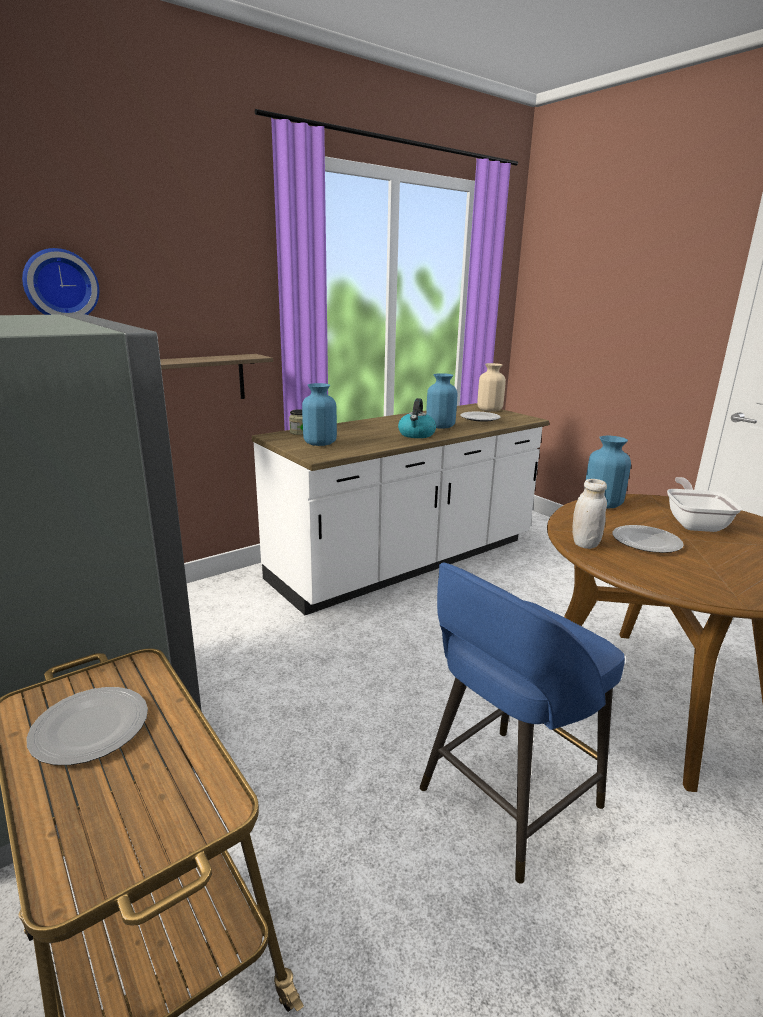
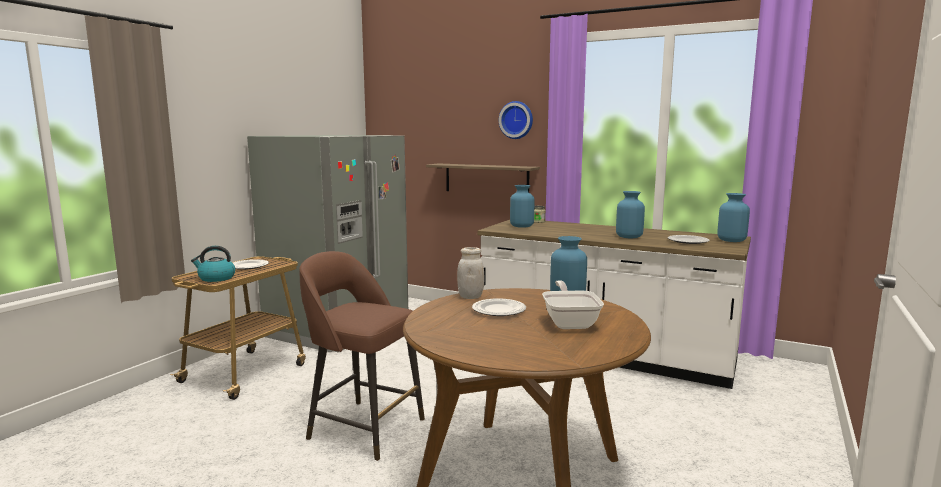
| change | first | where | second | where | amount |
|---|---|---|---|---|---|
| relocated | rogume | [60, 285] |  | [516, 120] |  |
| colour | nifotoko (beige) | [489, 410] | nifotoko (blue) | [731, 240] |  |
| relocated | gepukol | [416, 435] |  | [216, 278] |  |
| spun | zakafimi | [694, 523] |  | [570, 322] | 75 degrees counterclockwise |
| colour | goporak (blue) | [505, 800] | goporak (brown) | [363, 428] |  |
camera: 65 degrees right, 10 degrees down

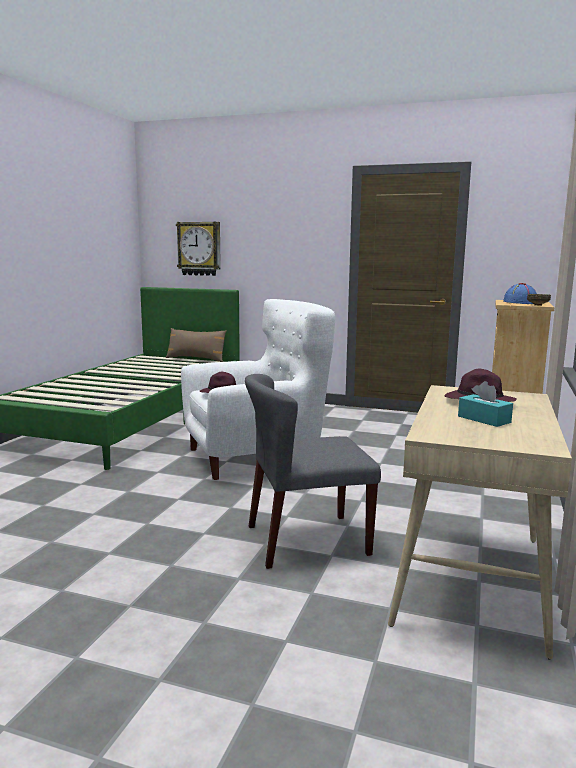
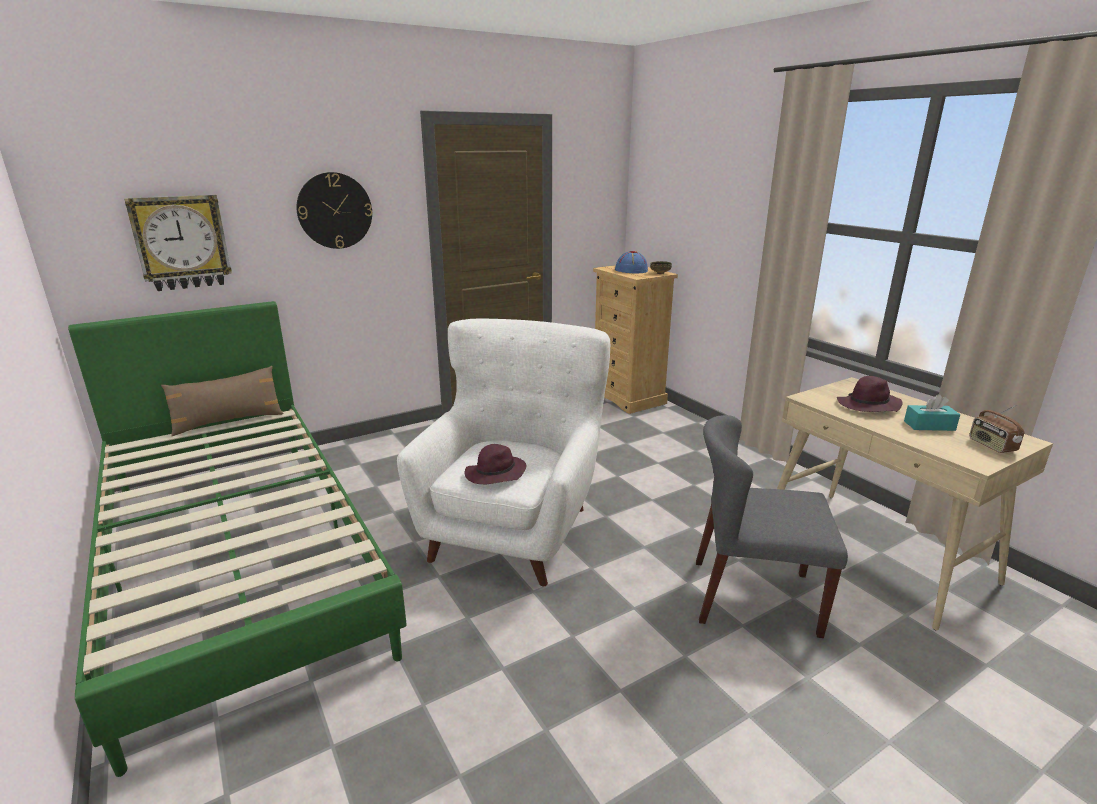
| change | first | where | second | where | amount |
|---|---|---|---|---|---|
| spun | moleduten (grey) | [306, 540] |  | [753, 597] | 75 degrees clockwise |
| appeared |  |  | rogume | [335, 211] |  |
| appeared |  |  | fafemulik | [991, 446] |  |
camera: 50 degrees left, 10 degrees up

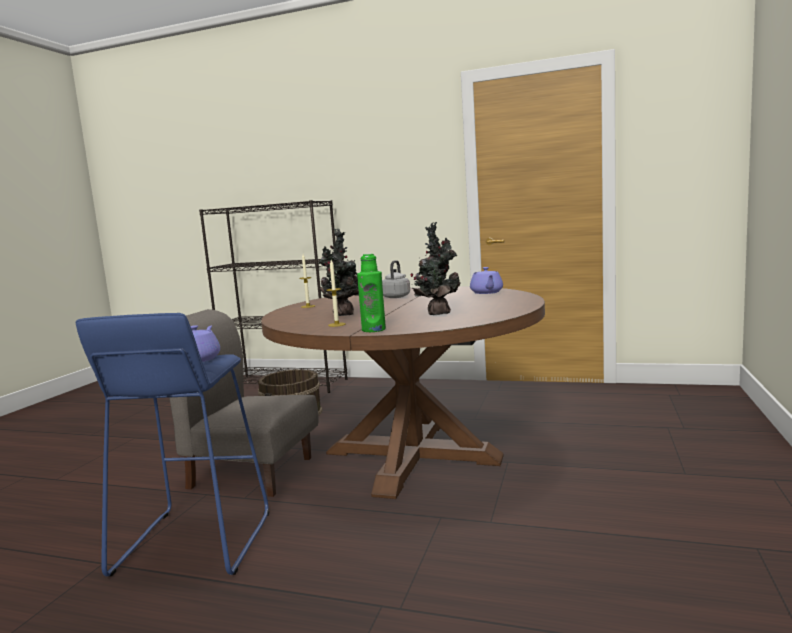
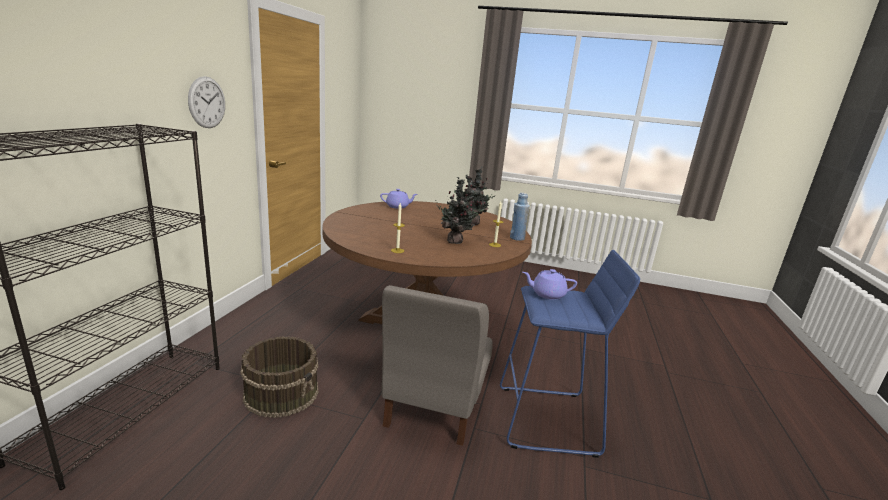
| change | first | where | second | where | amount |
|---|---|---|---|---|---|
| colour | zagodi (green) | [373, 330] | zagodi (blue) | [517, 238] |  |
| missing | gepukol (grey) | [396, 296] |  |  |  |
| appeared |  |  | rogume | [207, 102] |  |
camera: 95 degrees left, 10 degrees up

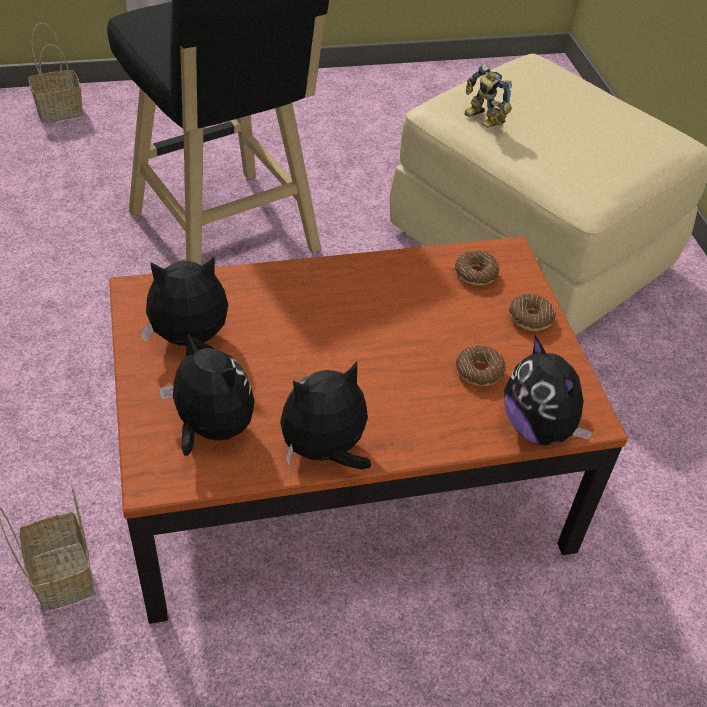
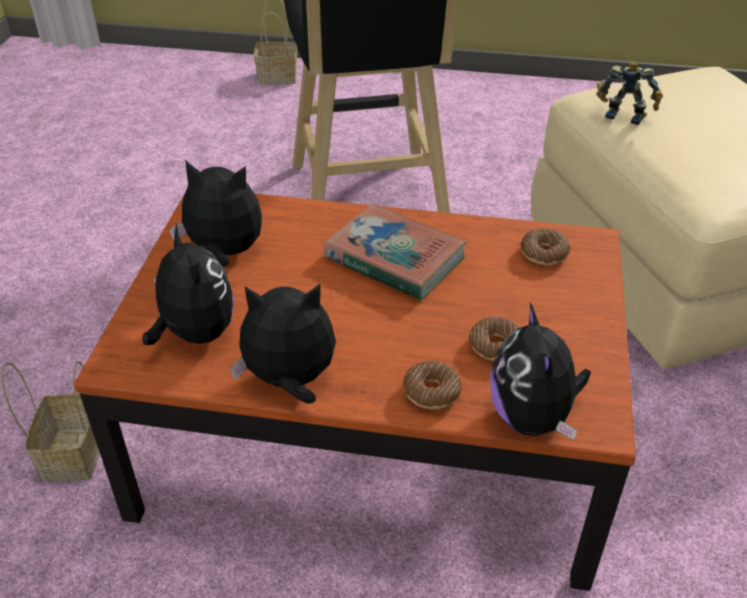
| change | first | where | second | where | amount |
|---|---|---|---|---|---|
| spun | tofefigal | [481, 120] |  | [624, 114] | 135 degrees clockwise |
| relocated | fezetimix | [530, 318] |  | [431, 392] |  |
| appeared |  |  | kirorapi | [394, 258] |  |
camera: 25 degrees right, 5 degrees down

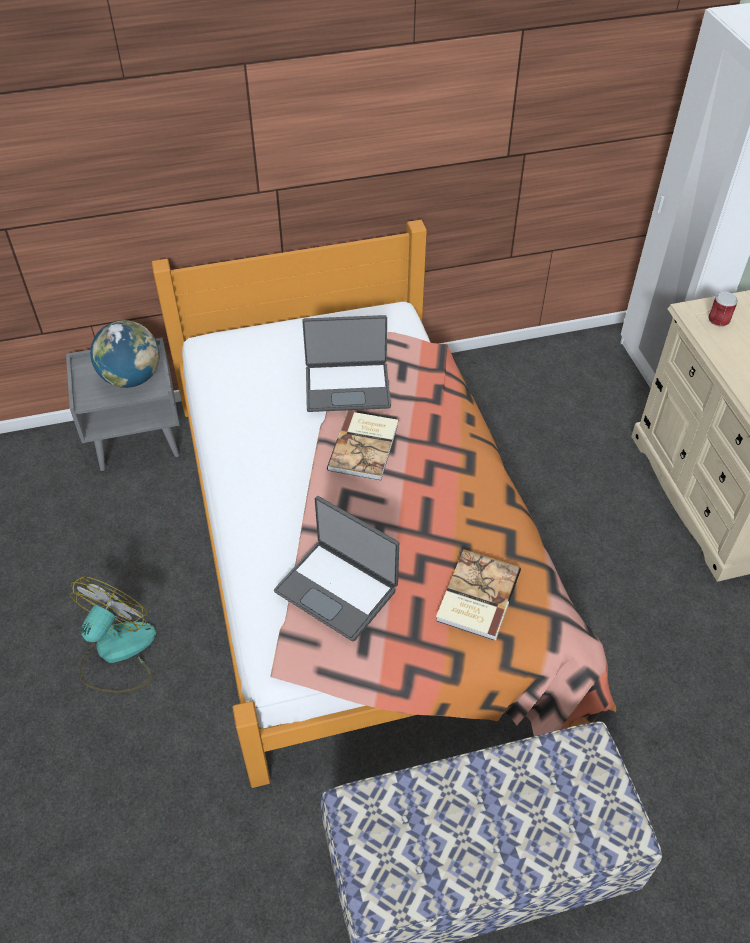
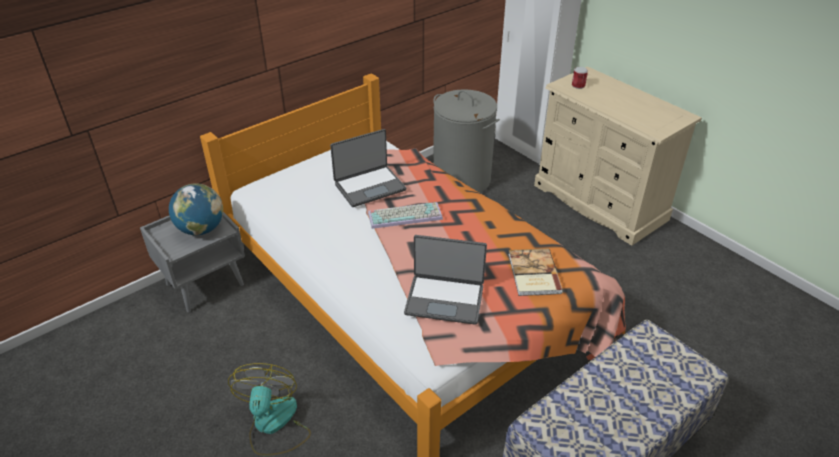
| change | first | where | second | where | amount |
|---|---|---|---|---|---|
| exchanged | kirorapi | [365, 447] | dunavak | [406, 215] |  |
| appeared |  |  | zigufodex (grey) | [462, 179] |  |
camera: 25 degrees left, 10 degrees down

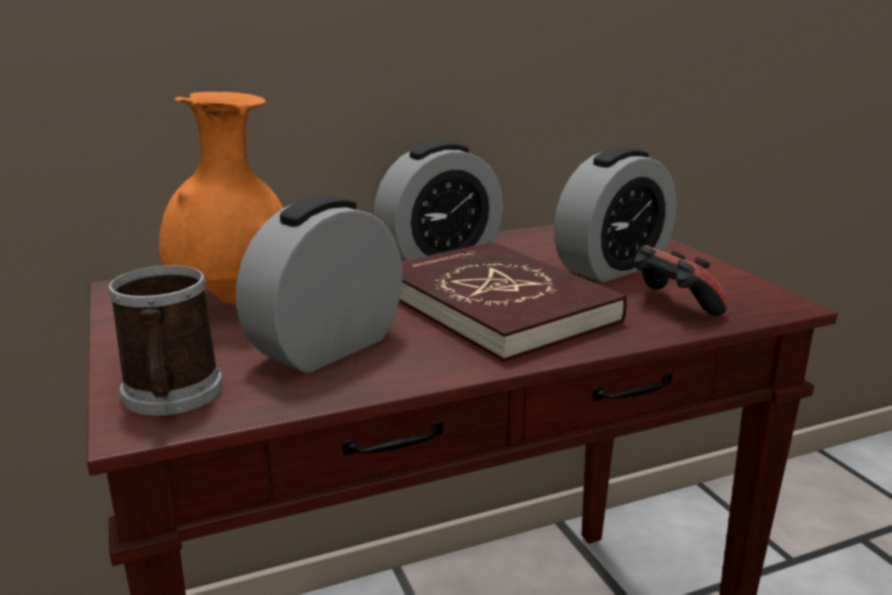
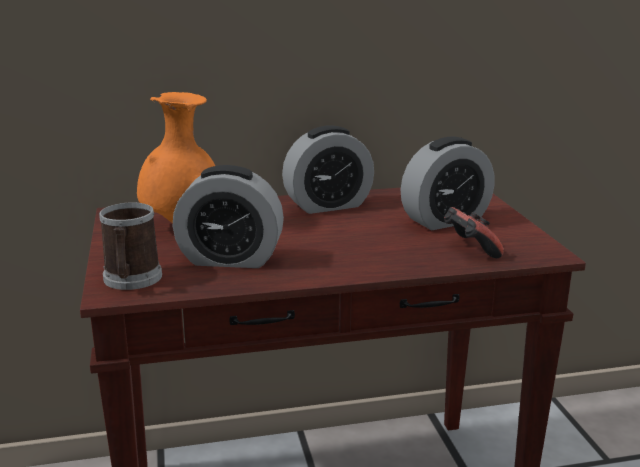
| change | first | where | second | where | amount |
|---|---|---|---|---|---|
| spun | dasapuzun | [327, 347] |  | [230, 259] | 135 degrees counterclockwise |
| missing | kirorapi (red) | [497, 305] |  |  |  |
camera: 10 degrees right, 0 degrees up

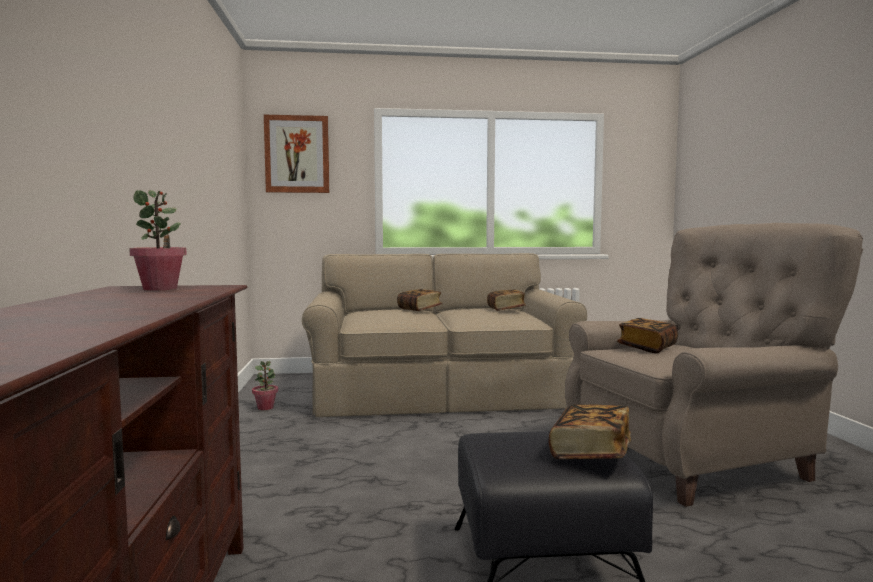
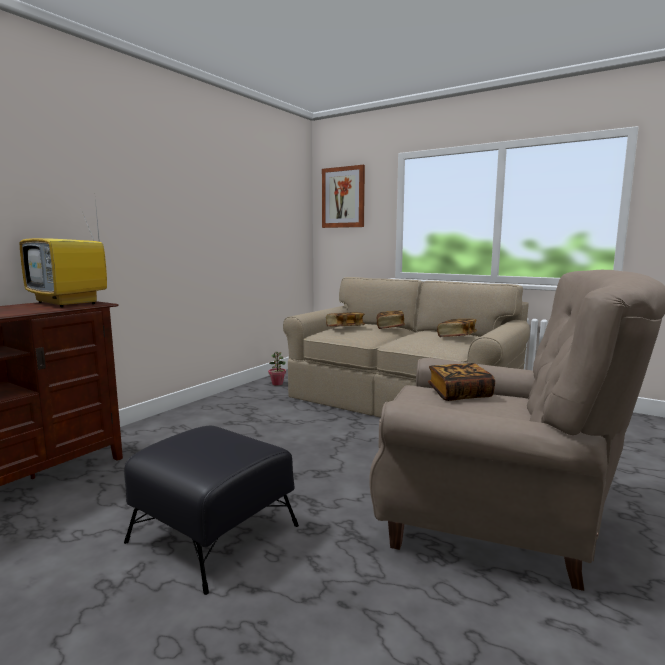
| change | first | where | second | where | amount |
|---|---|---|---|---|---|
| exchanged | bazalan | [160, 289] | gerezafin | [69, 303] |  |
| relocated | kirorapi | [590, 452] |  | [345, 328] |  |
camera: 40 degrees right, 5 degrees up

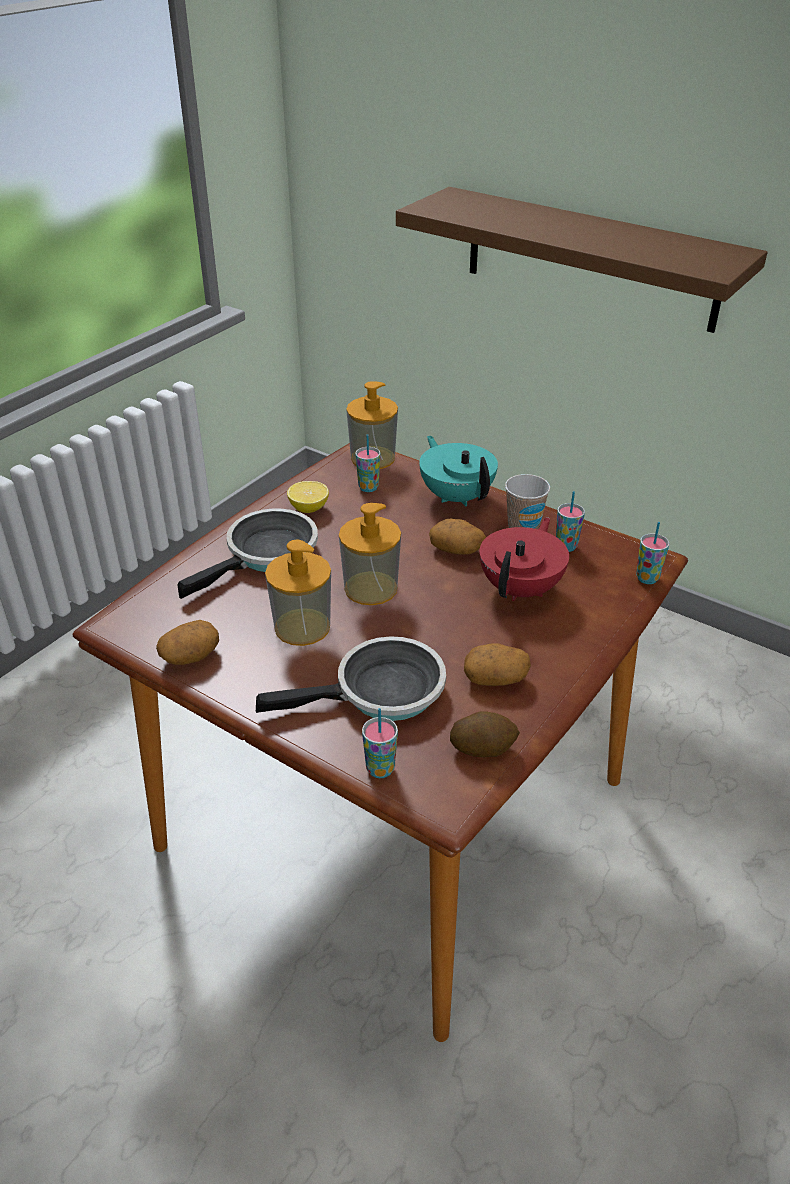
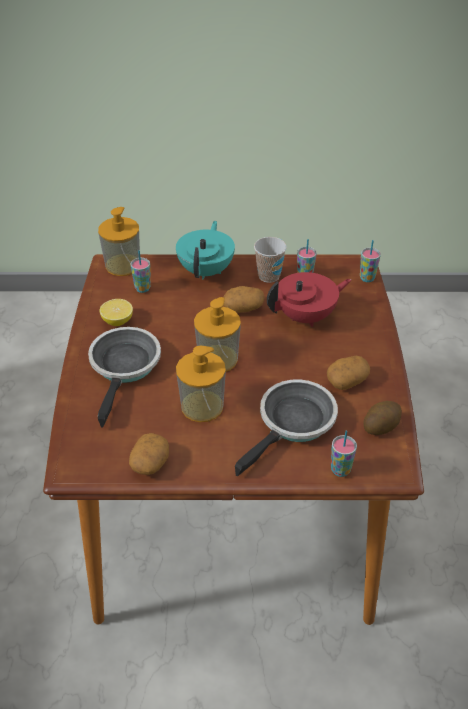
| change | first | where | second | where | amount |
|---|---|---|---|---|---|
| missing | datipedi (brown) | [590, 259] |  |  |  |
| spun | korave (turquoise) | [456, 496] |  | [206, 270] | 75 degrees clockwise |
| spun | korave (red) | [521, 589] |  | [306, 317] | 75 degrees clockwise |
camera: 35 degrees left, 5 degrees up

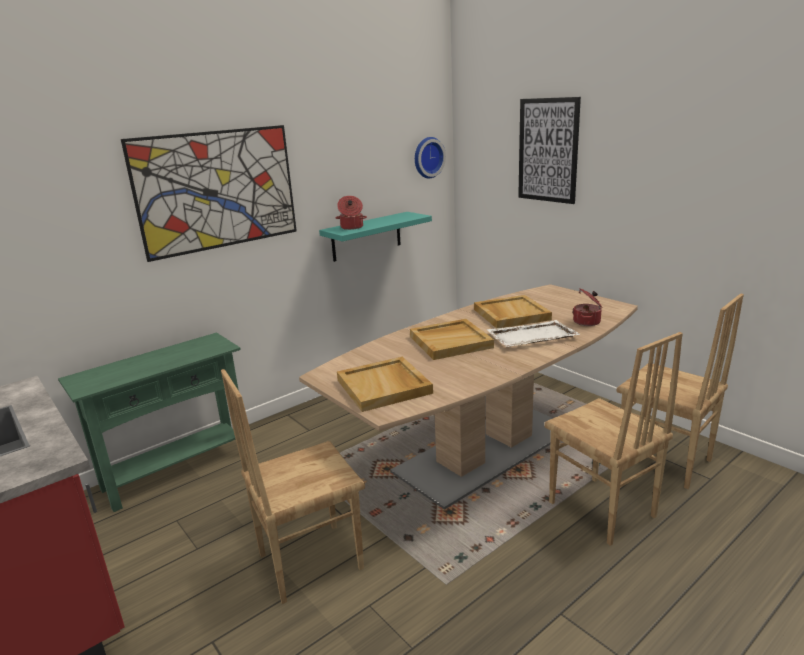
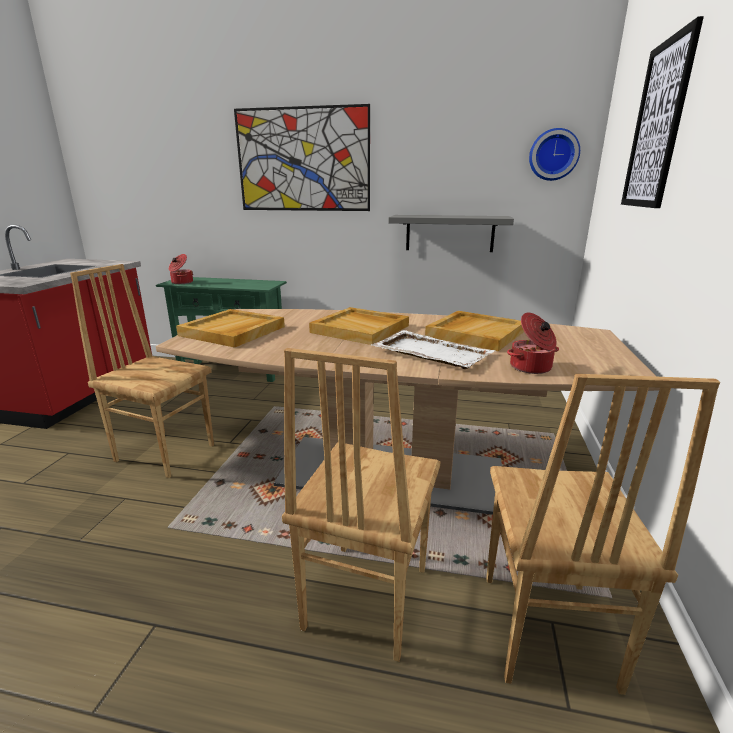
| change | first | where | second | where | amount |
|---|---|---|---|---|---|
| relocated | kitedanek | [351, 227] |  | [181, 282] |  |
| colour | datipedi (turquoise) | [366, 236] | datipedi (grey) | [449, 233] |  |
camera: 50 degrees right, 0 degrees up

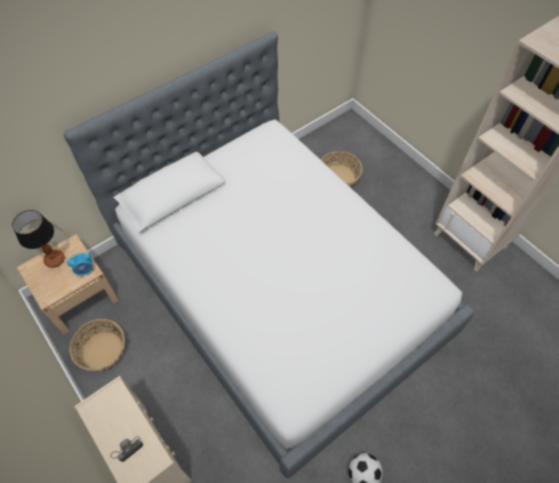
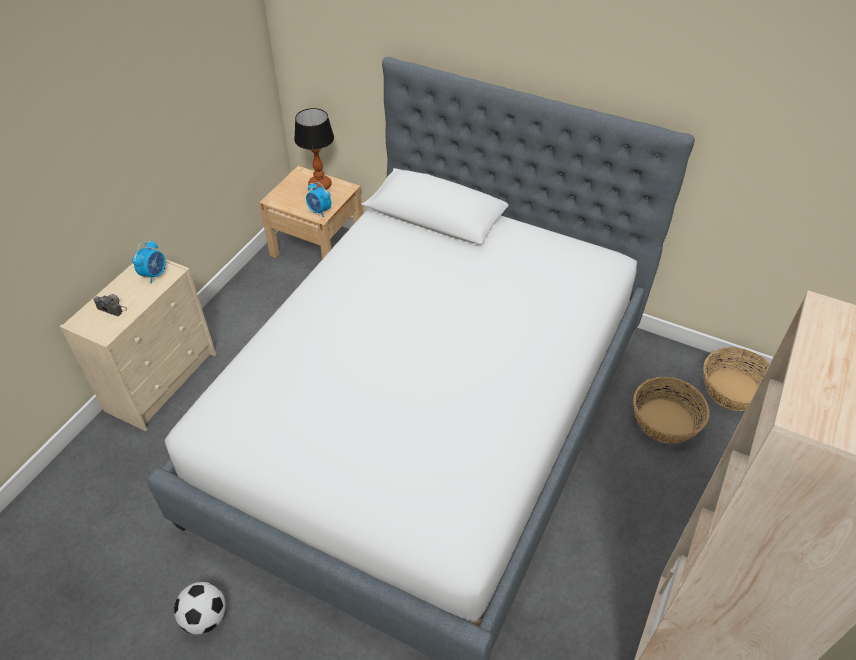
| change | first | where | second | where | amount |
|---|---|---|---|---|---|
| relocated | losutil | [102, 350] |  | [732, 389] |  |
| appeared |  |  | dasapuzun | [154, 274] |  |
camera: 65 degrees right, 10 degrees down

